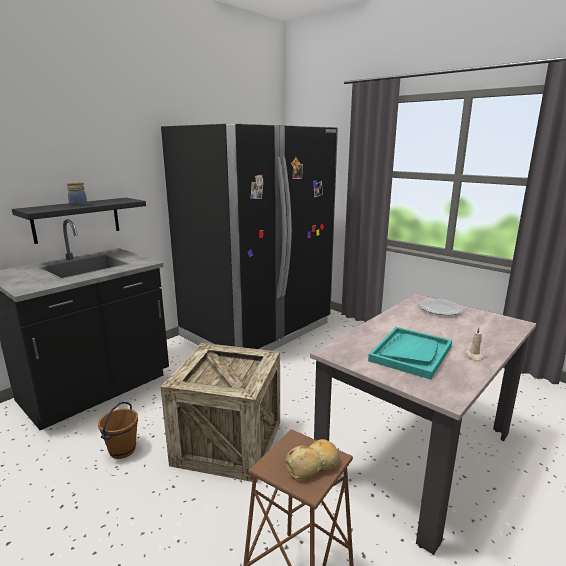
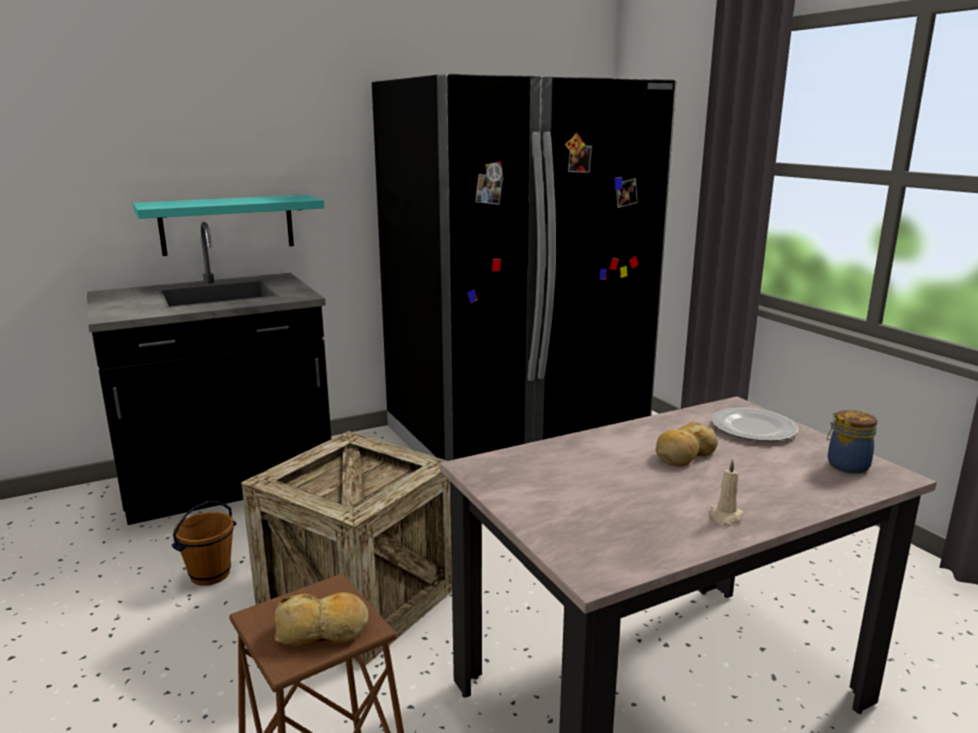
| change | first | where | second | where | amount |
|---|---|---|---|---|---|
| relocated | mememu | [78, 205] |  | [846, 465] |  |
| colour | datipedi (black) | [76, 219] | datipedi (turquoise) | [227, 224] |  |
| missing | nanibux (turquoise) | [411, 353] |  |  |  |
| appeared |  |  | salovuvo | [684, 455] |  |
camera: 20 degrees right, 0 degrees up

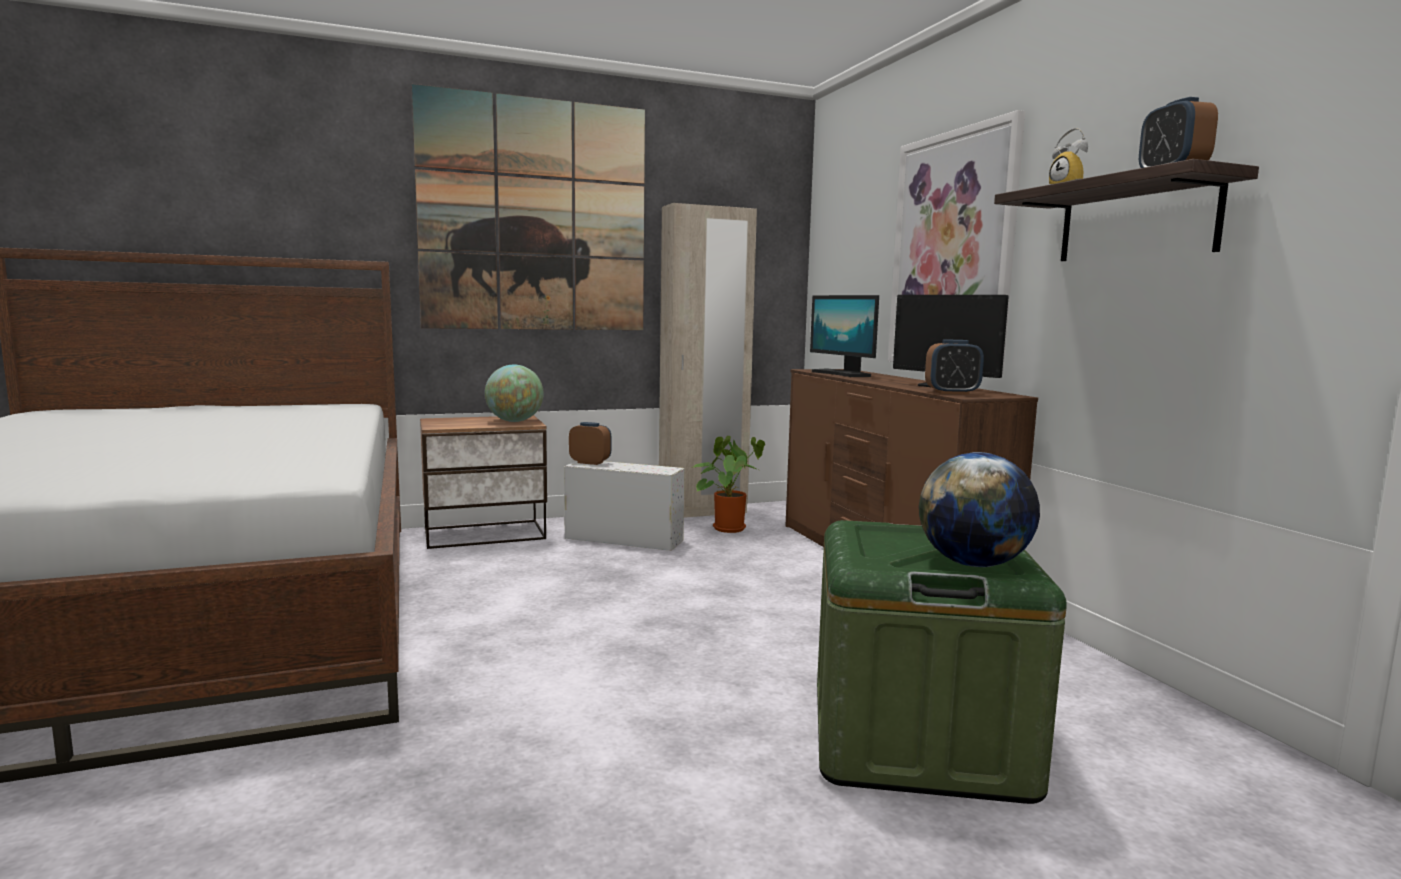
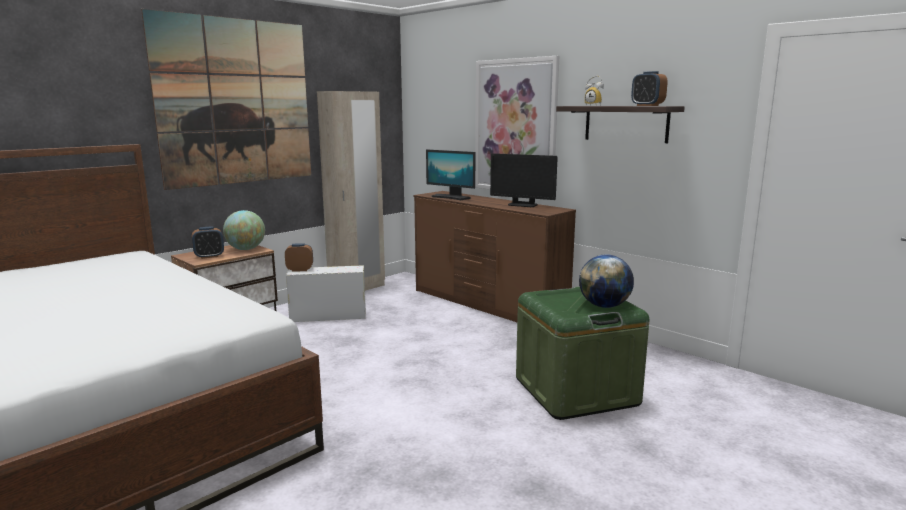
| change | first | where | second | where | amount |
|---|---|---|---|---|---|
| relocated | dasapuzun | [952, 393] |  | [209, 256] |  |
| missing | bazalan | [728, 527] |  |  |  |
camera: 25 degrees left, 5 degrees up

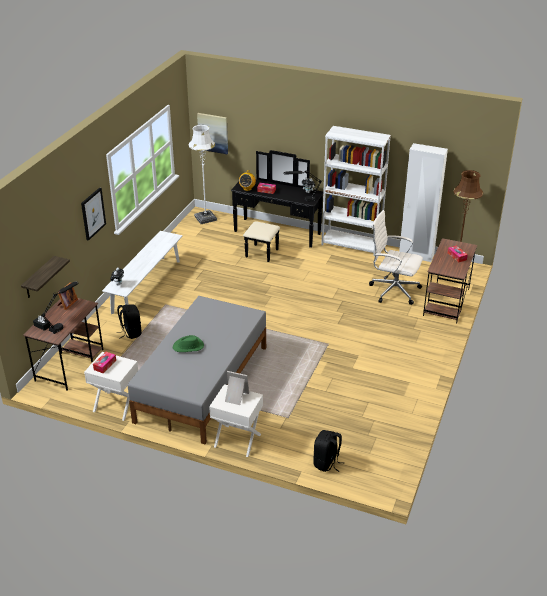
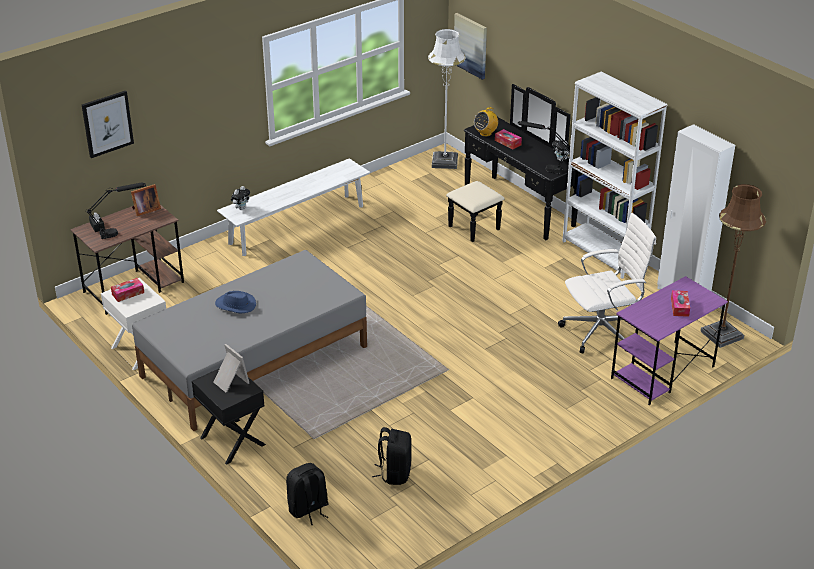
| change | first | where | second | where | amount |
|---|---|---|---|---|---|
| relocated | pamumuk | [93, 213] |  | [107, 123] |  |
| spun | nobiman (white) | [393, 290] |  | [602, 331] | 105 degrees clockwise |
| colour | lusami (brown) | [446, 302] | lusami (purple) | [662, 373] |  |
| missing | datipedi | [39, 278] |  |  |  |
| relocated | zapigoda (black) | [130, 333] |  | [394, 473] |  |
| colour | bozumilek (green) | [188, 346] | bozumilek (blue) | [235, 305] |  |
| colour | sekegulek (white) | [237, 441] | sekegulek (black) | [232, 441] |  |
camera: 30 degrees right, 0 degrees up

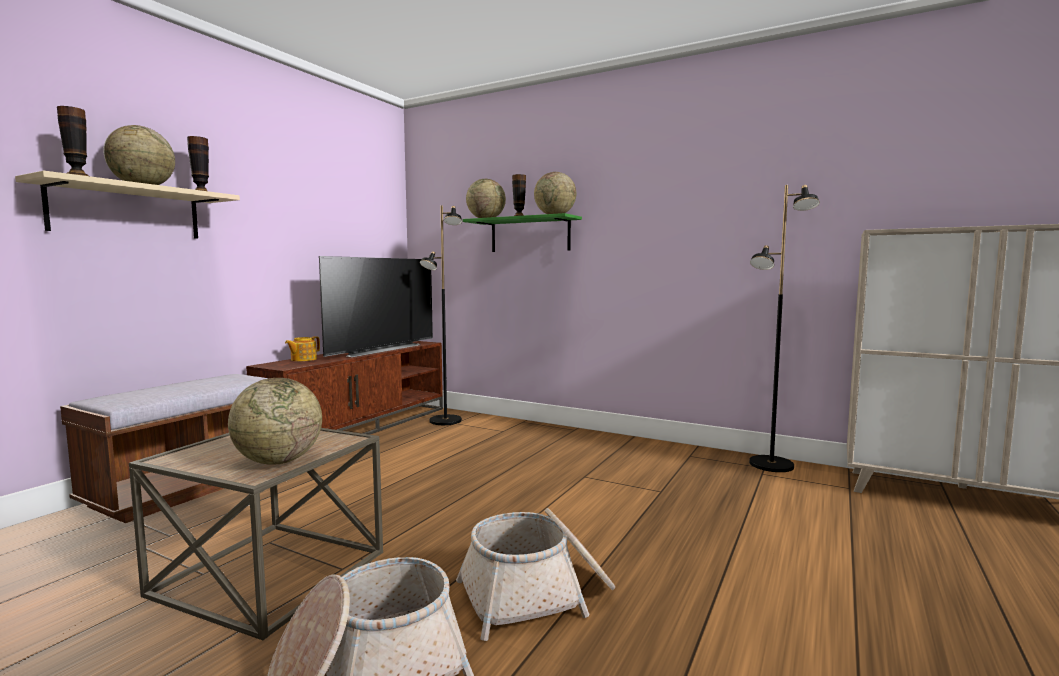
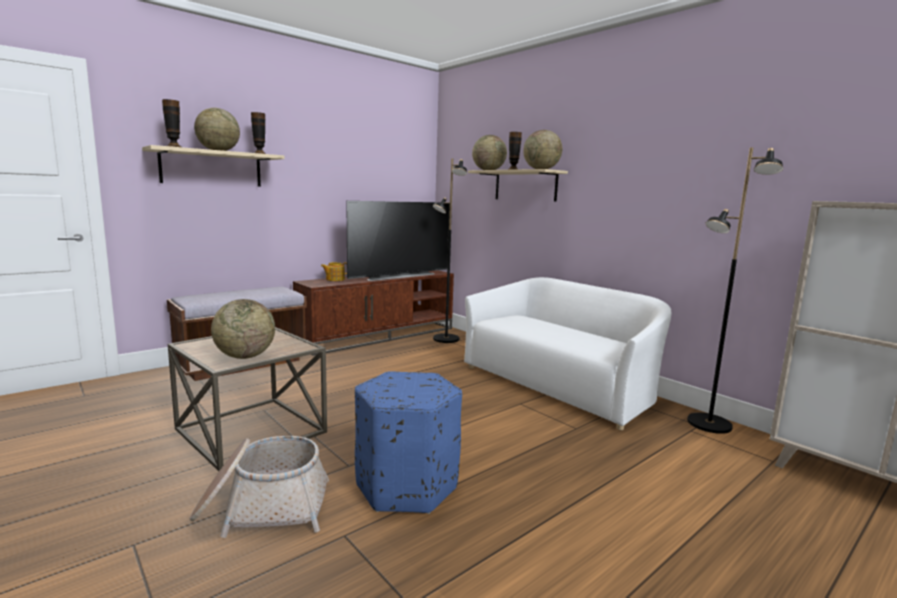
| change | first | where | second | where | amount |
|---|---|---|---|---|---|
| colour | datipedi (green) | [530, 235] | datipedi (beige) | [525, 186] |  |
| exchanged | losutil | [537, 595] | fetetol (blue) | [406, 486] |  |
| appeared |  |  | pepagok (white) | [560, 385] |  |
camera: 20 degrees right, 5 degrees up

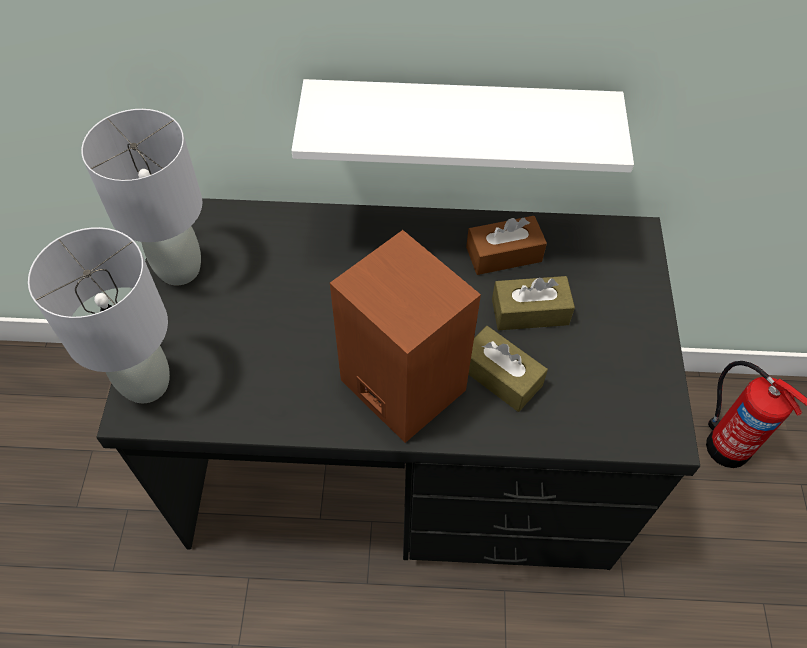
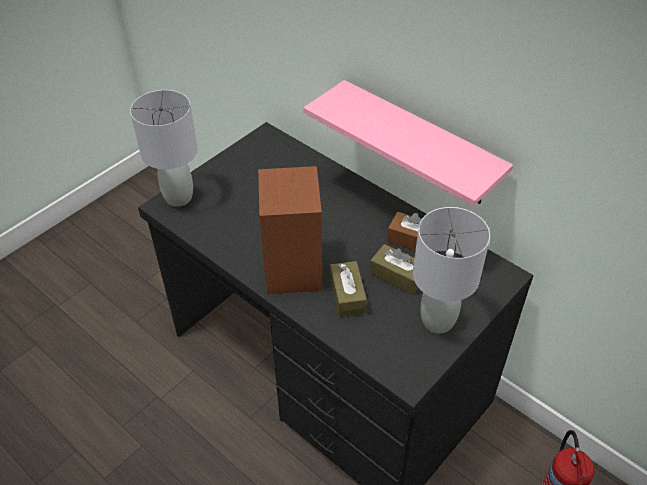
| change | first | where | second | where | amount |
|---|---|---|---|---|---|
| colour | datipedi (white) | [459, 122] | datipedi (pink) | [420, 144] |  |
| relocated | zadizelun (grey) | [180, 269] |  | [438, 321] |  |
camera: 40 degrees right, 10 degrees down

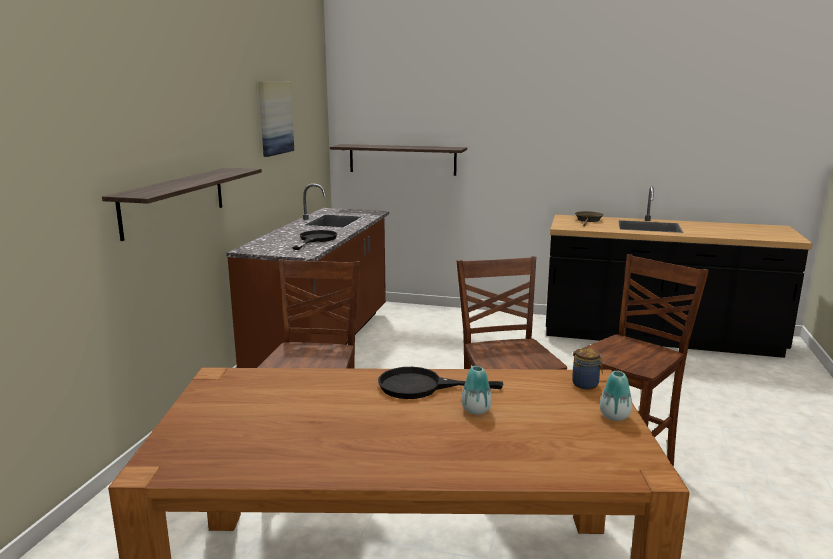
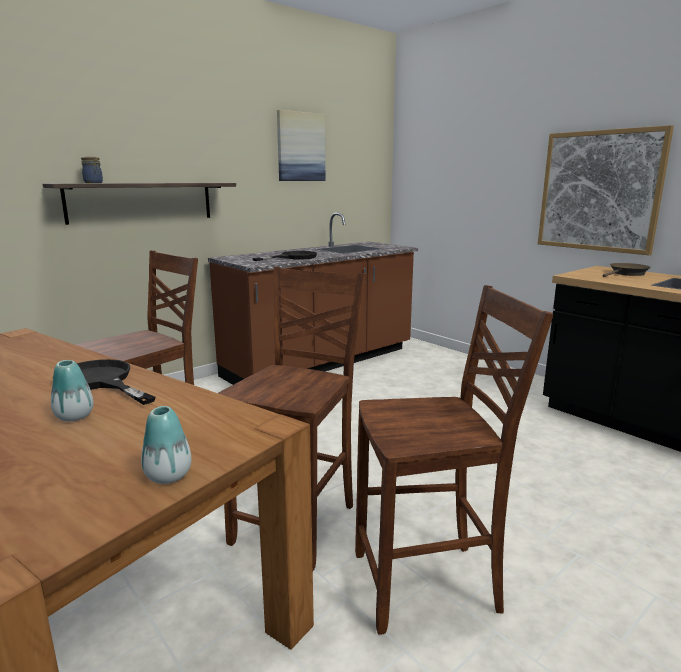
| change | first | where | second | where | amount |
|---|---|---|---|---|---|
| missing | datipedi | [402, 159] |  |  |  |
| relocated | mememu | [586, 384] |  | [94, 183] |  |
| appeared |  |  | pamumuk | [599, 191] |  |
camera: 35 degrees right, 0 degrees up

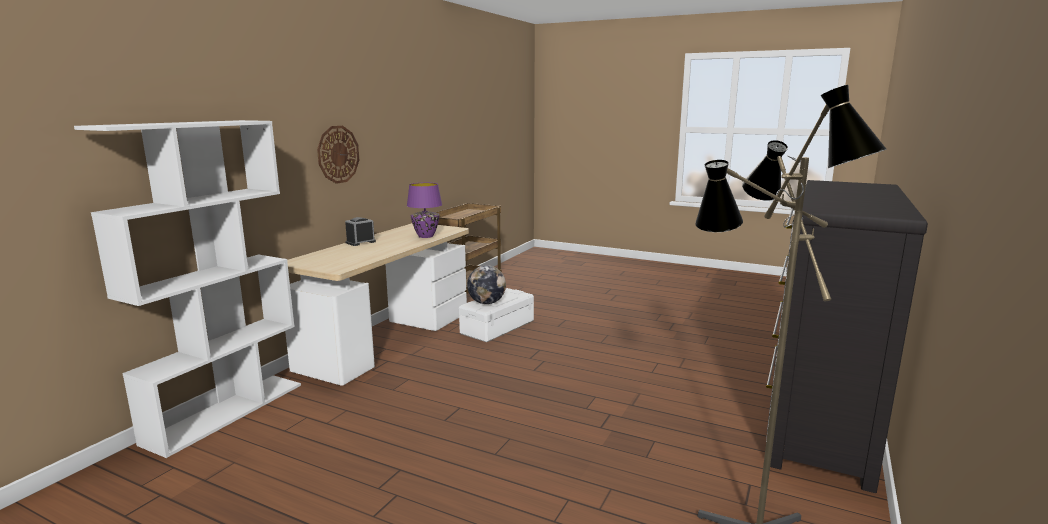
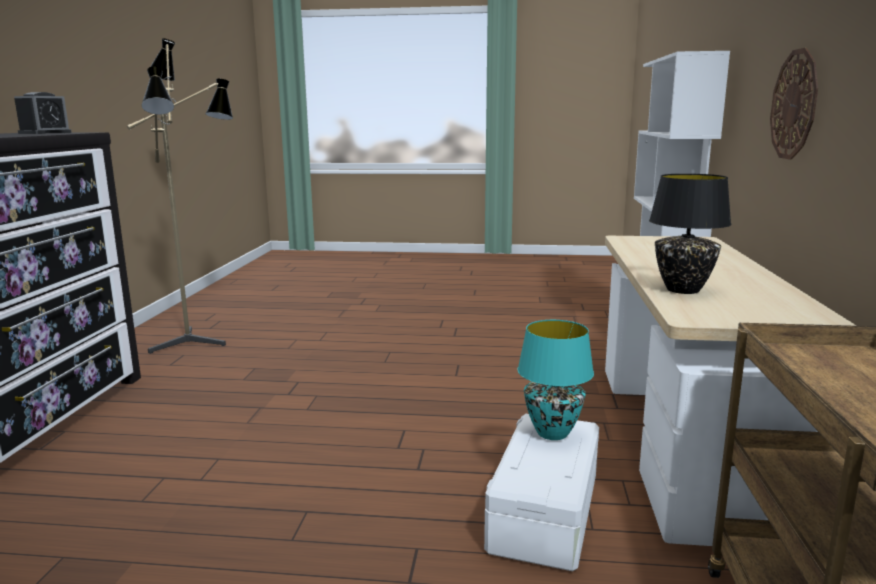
| change | first | where | second | where | amount |
|---|---|---|---|---|---|
| colour | zadizelun (purple) | [425, 236] | zadizelun (black) | [682, 289] |  |
| relocated | dasapuzun | [360, 242] |  | [45, 133] |  |
| exchanged | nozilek | [486, 303] | zadizelun (turquoise) | [552, 433] |  |
camera: 160 degrees right, 0 degrees up

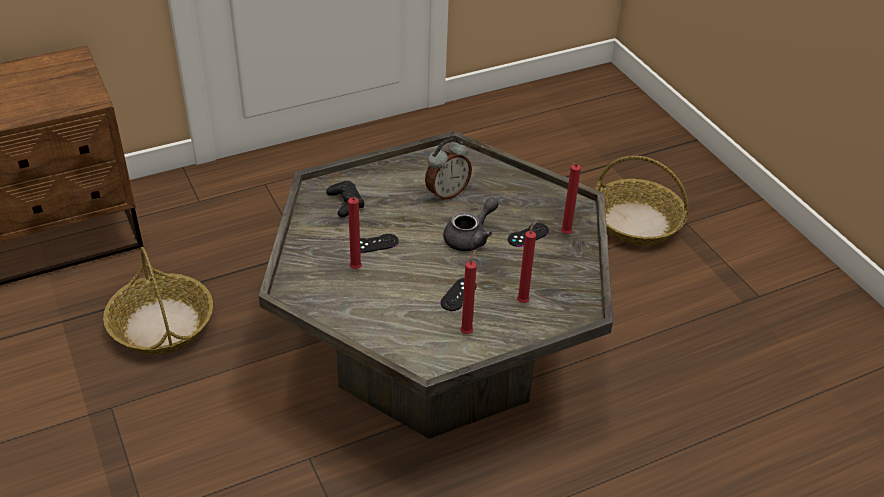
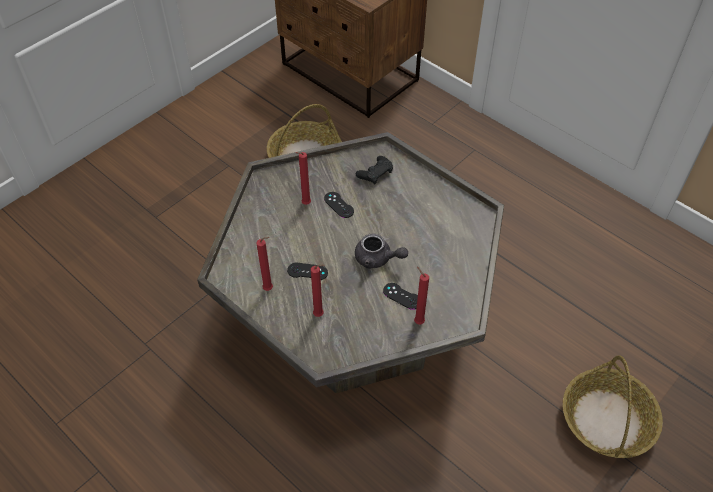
| change | first | where | second | where | amount |
|---|---|---|---|---|---|
| missing | dasapuzun | [446, 193] |  |  |  |
camera: 70 degrees right, 10 degrees up

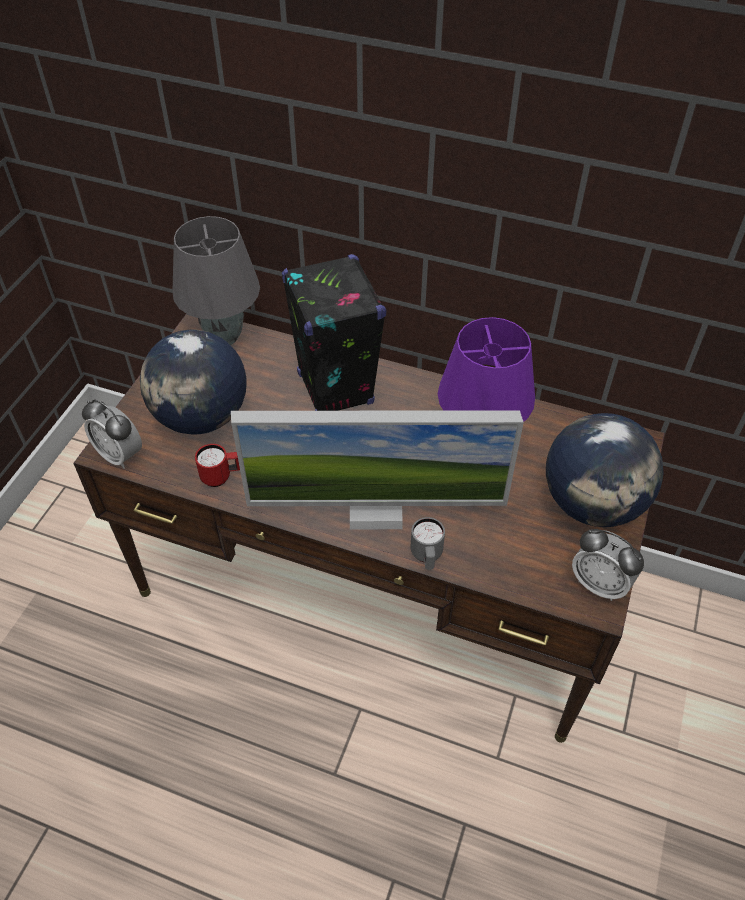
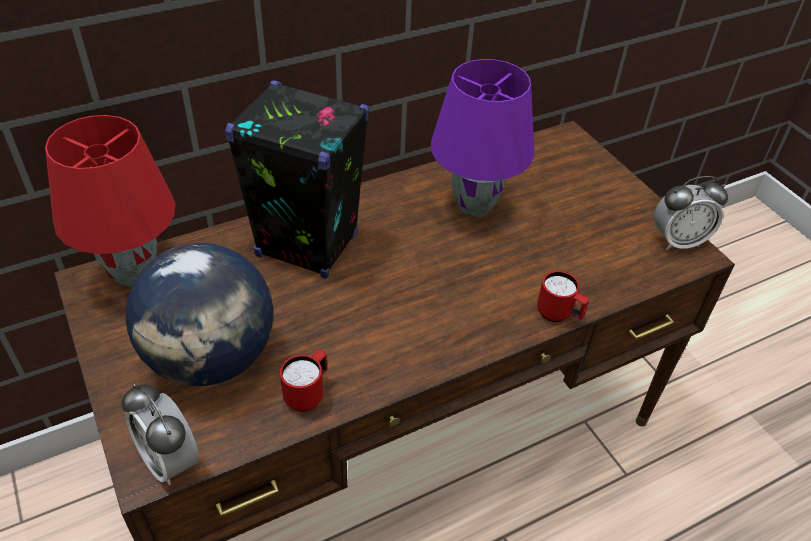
| change | first | where | second | where | amount |
|---|---|---|---|---|---|
| colour | zadizelun (grey) | [225, 337] | zadizelun (red) | [135, 273] |  |
| spun | dasapuzun | [120, 455] |  | [170, 460] | 60 degrees clockwise |
| missing | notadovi | [375, 510] |  |  |  |
| missing | nozilek | [593, 503] |  |  |  |
| colour | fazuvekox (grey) | [427, 557] | fazuvekox (red) | [559, 315] |  |
camera: 50 degrees left, 5 degrees down

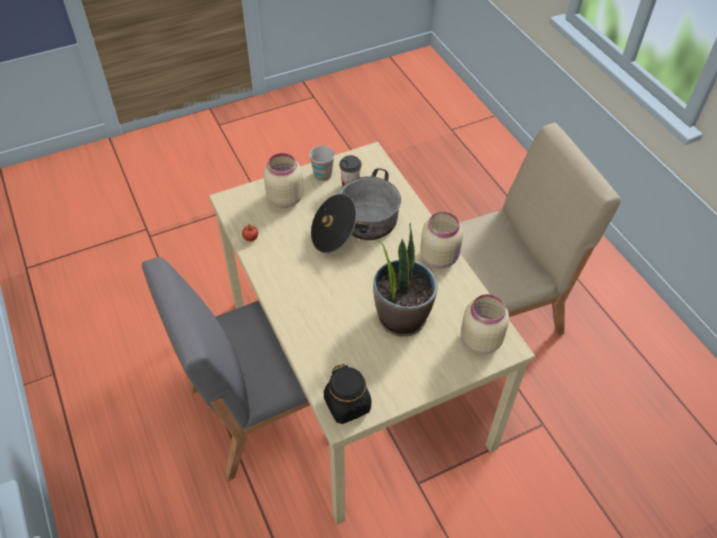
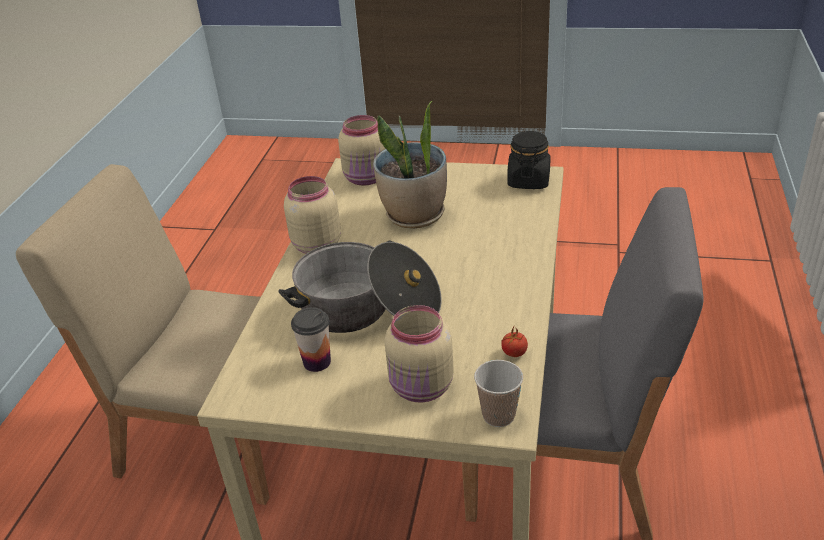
| change | first | where | second | where | amount |
|---|---|---|---|---|---|
| relocated | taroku | [322, 175] |  | [498, 415] |  |
camera: 140 degrees left, 15 degrees down

